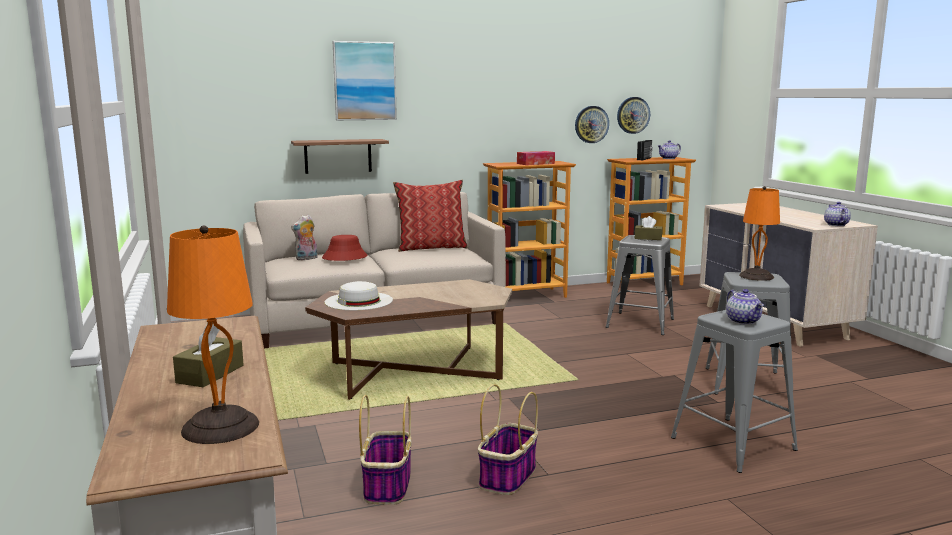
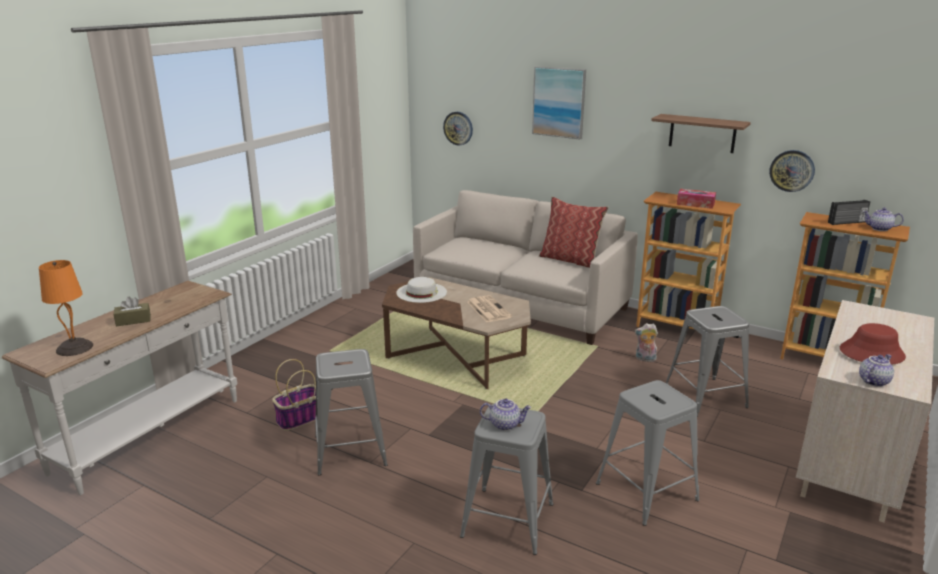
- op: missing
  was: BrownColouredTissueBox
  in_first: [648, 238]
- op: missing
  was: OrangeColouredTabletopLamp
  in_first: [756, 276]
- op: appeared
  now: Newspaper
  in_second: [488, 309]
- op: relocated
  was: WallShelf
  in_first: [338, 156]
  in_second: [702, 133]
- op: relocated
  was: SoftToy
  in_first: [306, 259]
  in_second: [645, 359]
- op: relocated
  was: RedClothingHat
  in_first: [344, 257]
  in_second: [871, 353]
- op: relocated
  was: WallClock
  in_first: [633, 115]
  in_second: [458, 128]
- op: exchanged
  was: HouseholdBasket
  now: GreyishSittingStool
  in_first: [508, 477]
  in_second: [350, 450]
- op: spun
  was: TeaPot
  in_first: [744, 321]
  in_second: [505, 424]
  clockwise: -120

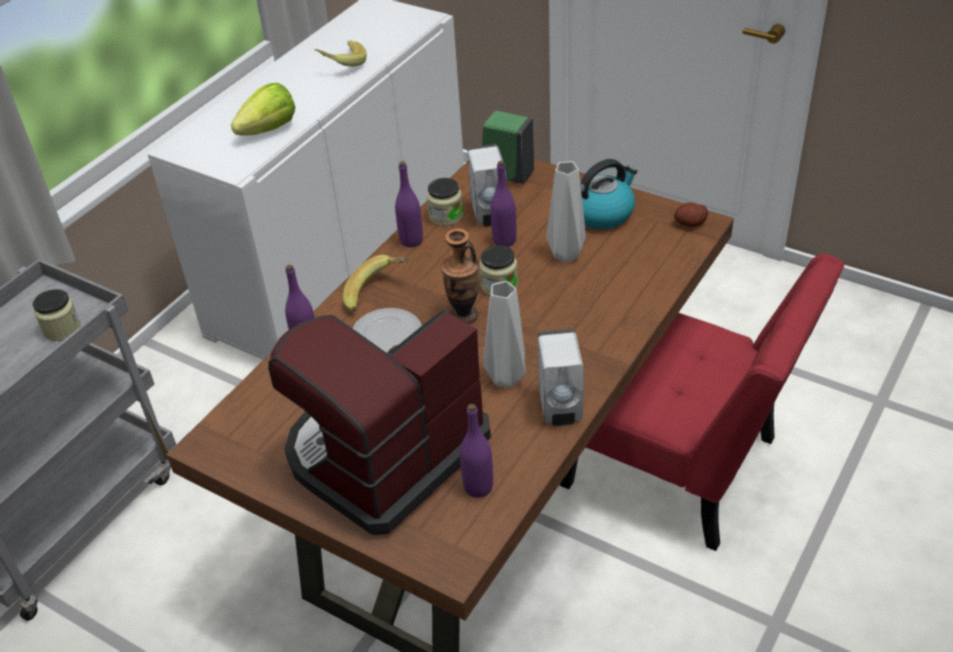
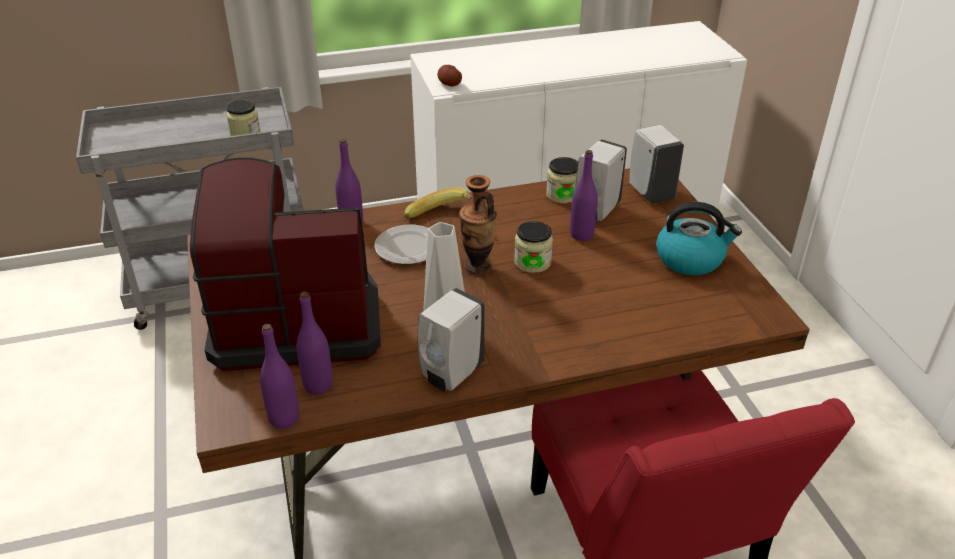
- op: missing
  was: LettuceHead
  in_first: [269, 129]
- op: missing
  was: Banana
  in_first: [341, 64]
- op: missing
  was: GreyishFlowerVase
  in_first: [568, 254]
- op: relocated
  was: PurplishDrinkBottle
  in_first: [411, 241]
  in_second: [284, 418]
- op: relocated
  was: Spud
  in_first: [690, 223]
  in_second: [449, 84]
- op: colour
  was: GreenSoapBottle
  now: WhitishSoapBottle
  in_first: [507, 175]
  in_second: [650, 192]

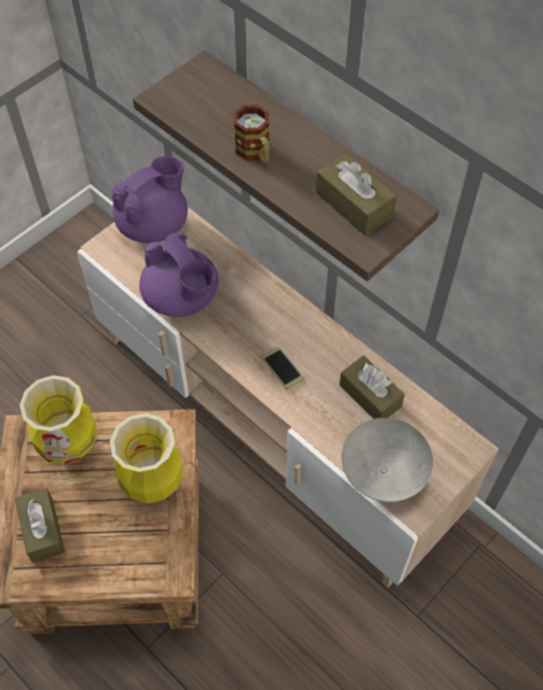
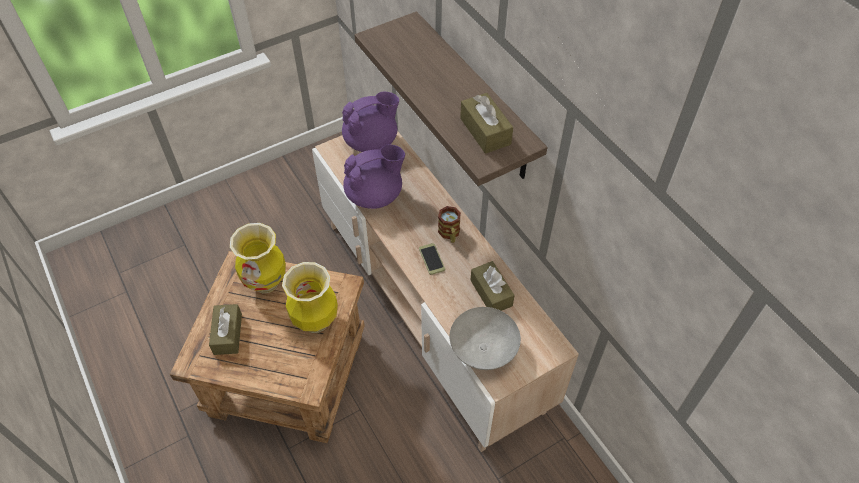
- op: relocated
  was: CoffeeMug
  in_first: [255, 153]
  in_second: [450, 234]
- op: spun
  was: PurplishTeaPot
  in_first: [182, 298]
  in_second: [375, 195]
  clockwise: -90

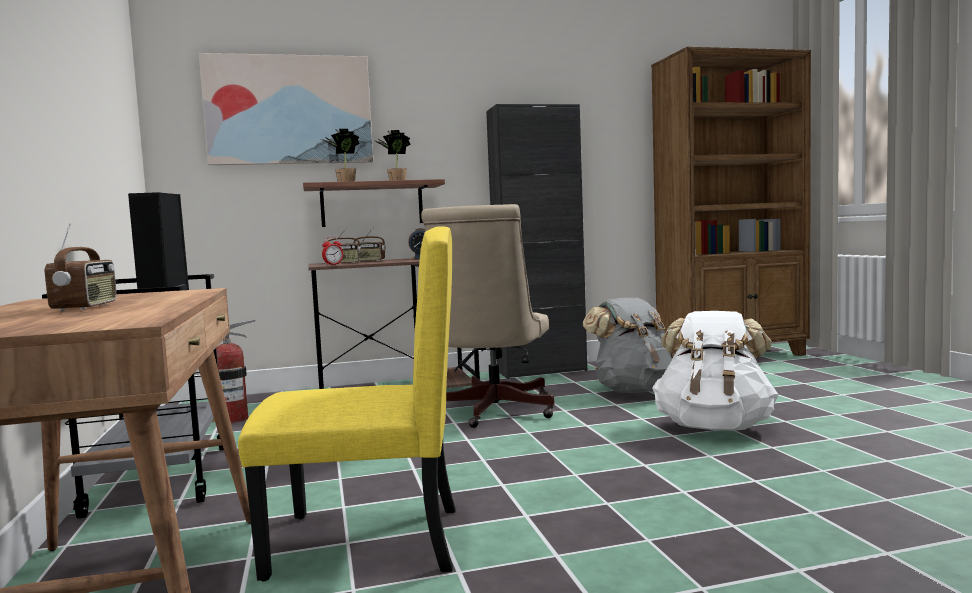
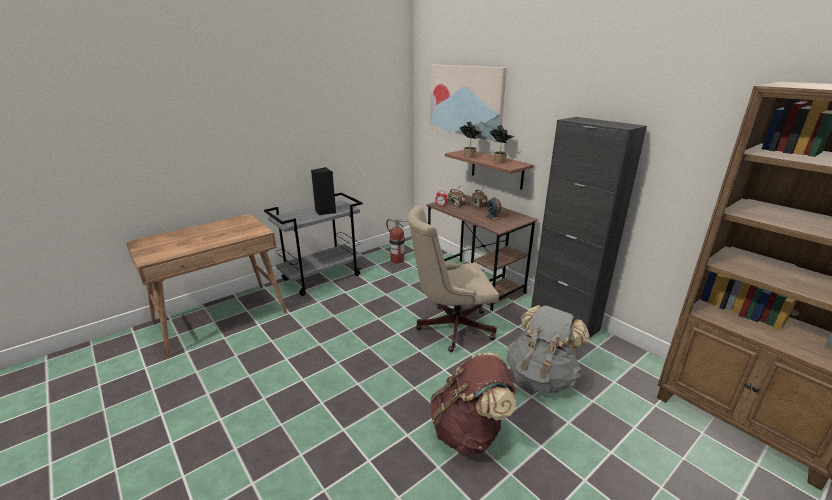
- op: missing
  was: Radio
  in_first: [86, 307]
- op: missing
  was: YellowChair
  in_first: [366, 542]
- op: colour
  was: WhitishRucksack
  now: BrownColouredRucksack
  in_first: [714, 427]
  in_second: [469, 431]

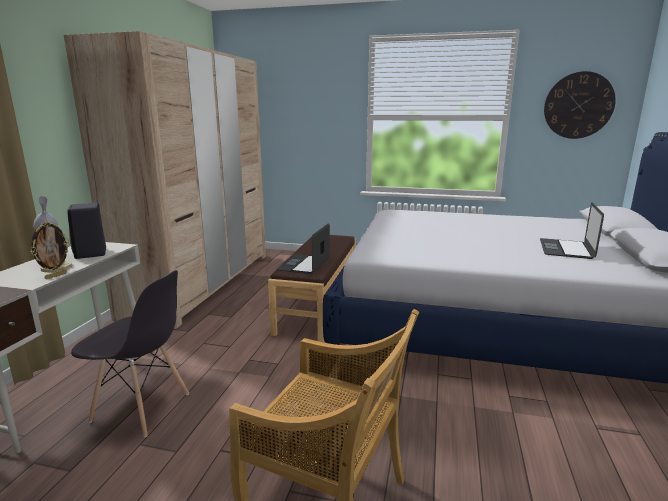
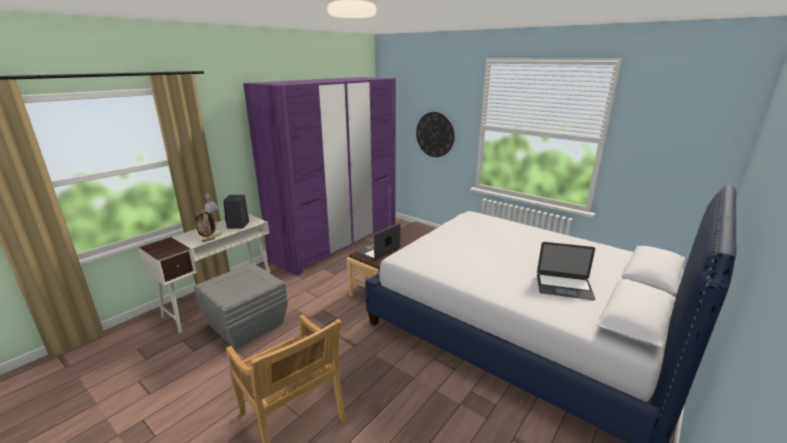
- op: relocated
  was: WallClock
  in_first: [578, 105]
  in_second: [435, 134]
- op: exchanged
  was: GreyishChair
  now: GreyishStorageBox
  in_first: [142, 408]
  in_second: [246, 325]
- op: colour
  was: SandColouredClothesCupboard
  now: PurplishClothesCupboard
  in_first: [203, 282]
  in_second: [337, 242]
- op: spun
  was: Laptop
  in_first: [566, 249]
  in_second: [564, 286]
  clockwise: -120

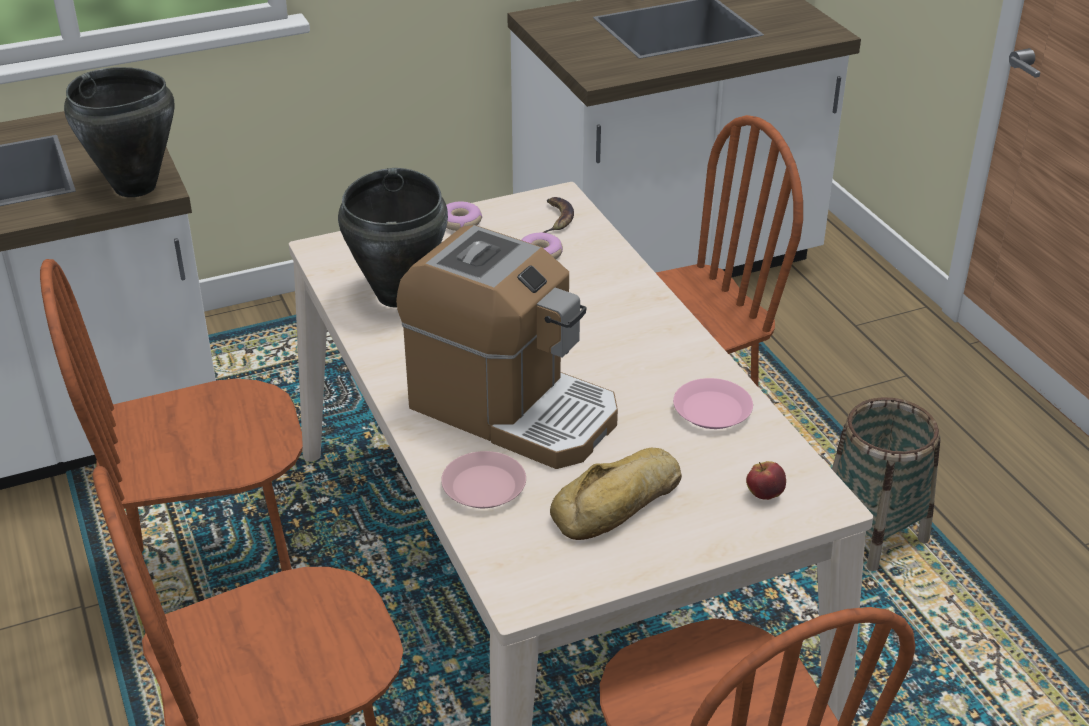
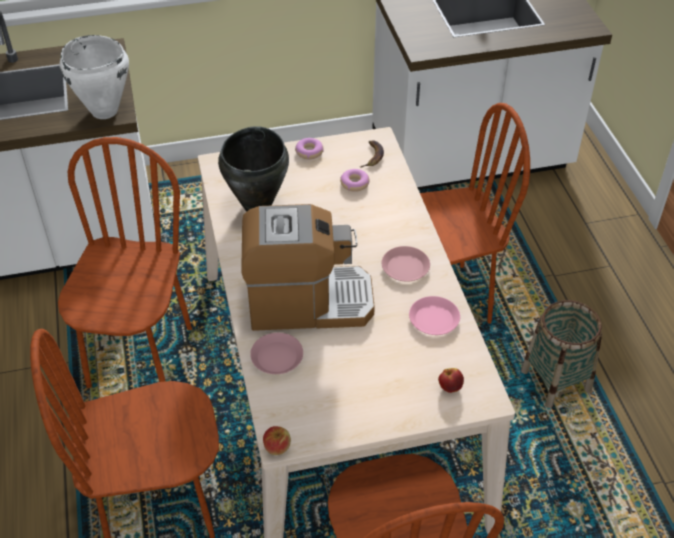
- op: missing
  was: Bread
  in_first: [620, 505]
- op: appeared
  now: AppleFruit
  in_second: [277, 447]
- op: appeared
  now: PinkishPlate
  in_second: [405, 268]
- op: colour
  was: BlackColouredStockpot
  now: WhitishStockpot
  in_first: [135, 188]
  in_second: [104, 111]
- op: spun
  was: BrownColouredChair
  in_first: [216, 582]
  in_second: [139, 357]
  clockwise: 105
- op: spun
  was: CoffeeMachine
  in_first: [512, 409]
  in_second: [308, 302]
  clockwise: -45

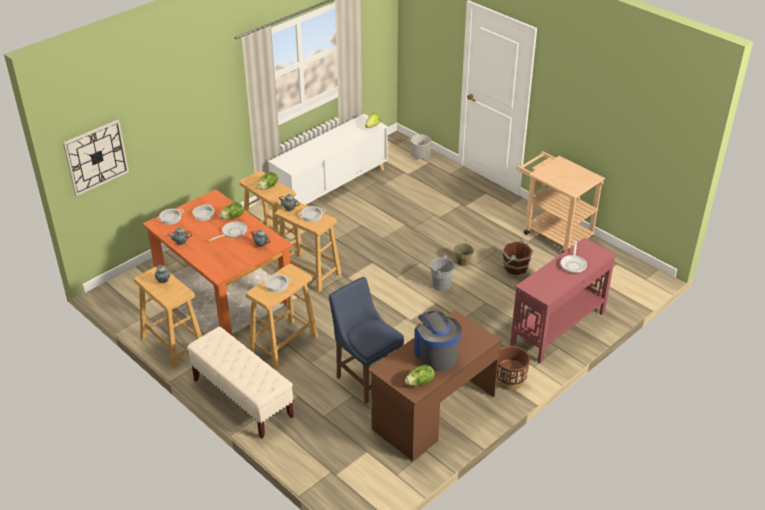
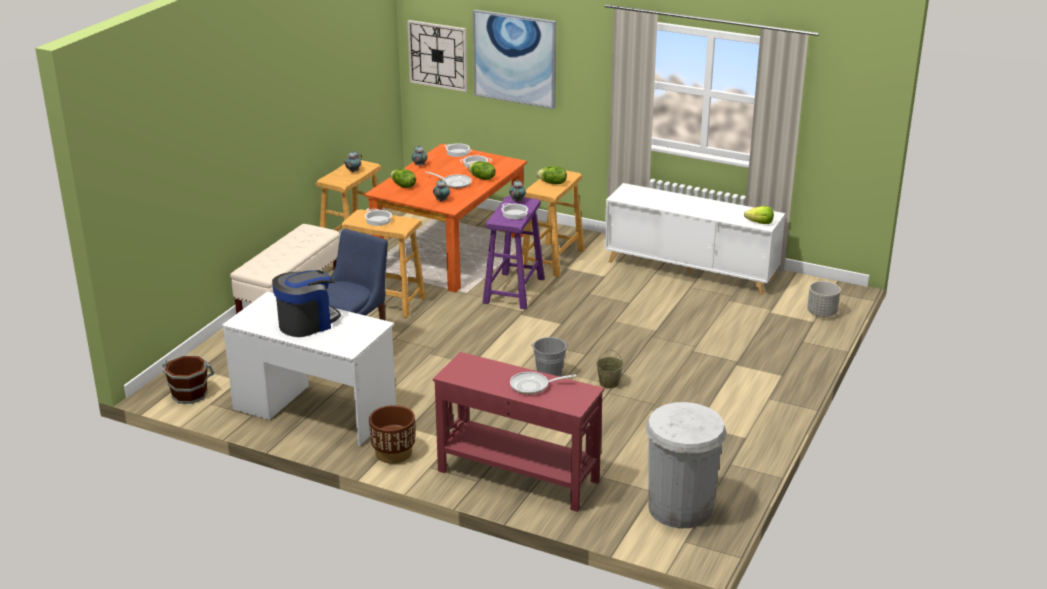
- op: missing
  was: SandColouredCart
  in_first: [553, 232]
- op: appeared
  now: WallArt
  in_second: [515, 58]
- op: appeared
  now: WhitishWasteBin
  in_second: [680, 508]
- op: relocated
  was: LettuceHead
  in_first: [420, 382]
  in_second: [403, 186]
- op: relocated
  was: BrownColouredWaterBucket
  in_first: [515, 269]
  in_second: [189, 394]
- op: colour
  was: SandColouredSittingStool
  now: PurplishSittingStool
  in_first: [309, 272]
  in_second: [513, 291]
- op: colour
  was: BrownColouredDeskUnit
  now: WhitishDeskUnit
  in_first: [433, 412]
  in_second: [314, 410]

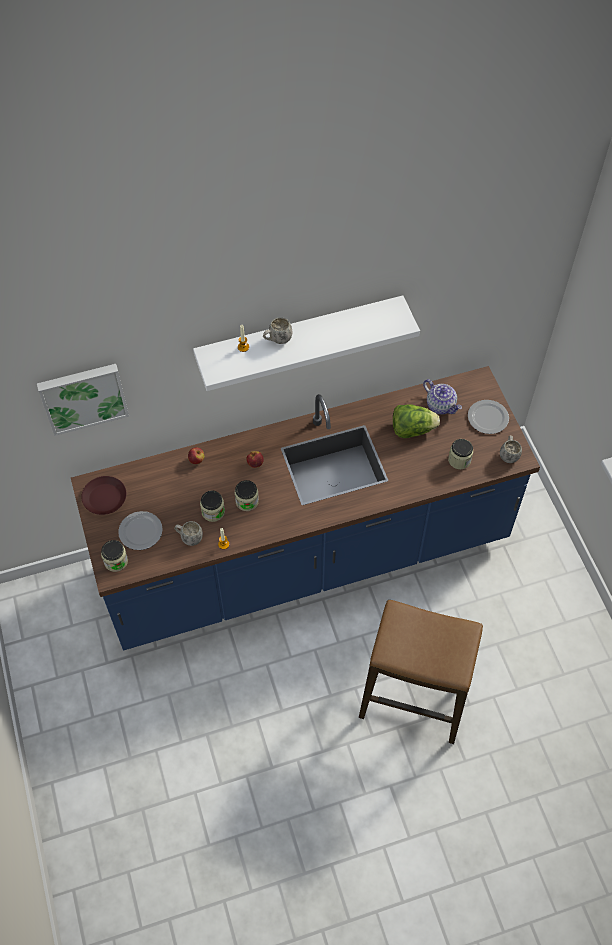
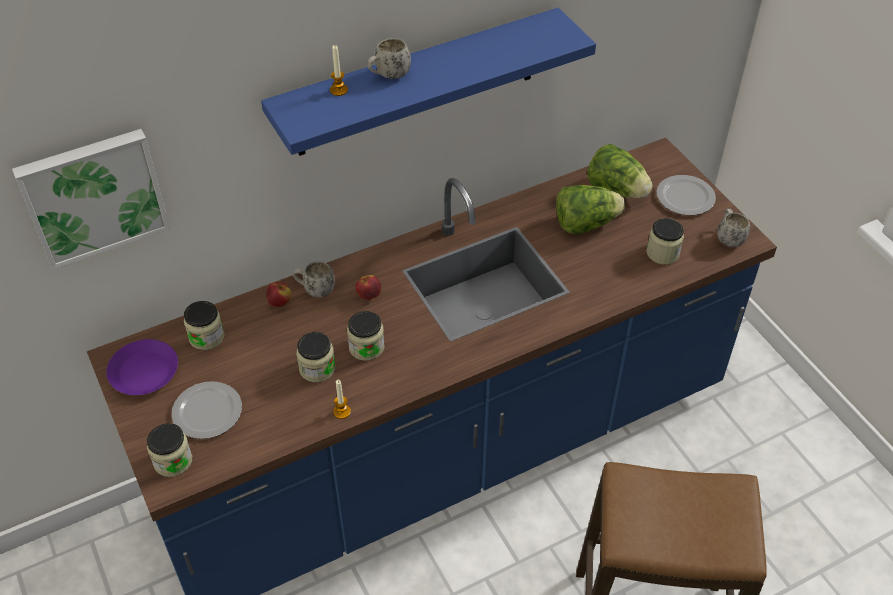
- op: appeared
  now: Jar
  in_second: [206, 337]
- op: relocated
  was: WhitishCoffeeMug
  in_first: [189, 538]
  in_second: [315, 290]
- op: exchanged
  was: TeaPot
  now: LettuceHead
  in_first: [441, 405]
  in_second: [616, 190]
- op: colour
  was: BrownColouredPlate
  now: PurplishPlate
  in_first: [104, 498]
  in_second: [143, 373]
- op: colour
  was: WhitishWallShelf
  now: BlueColouredWallShelf
  in_first: [299, 337]
  in_second: [417, 83]

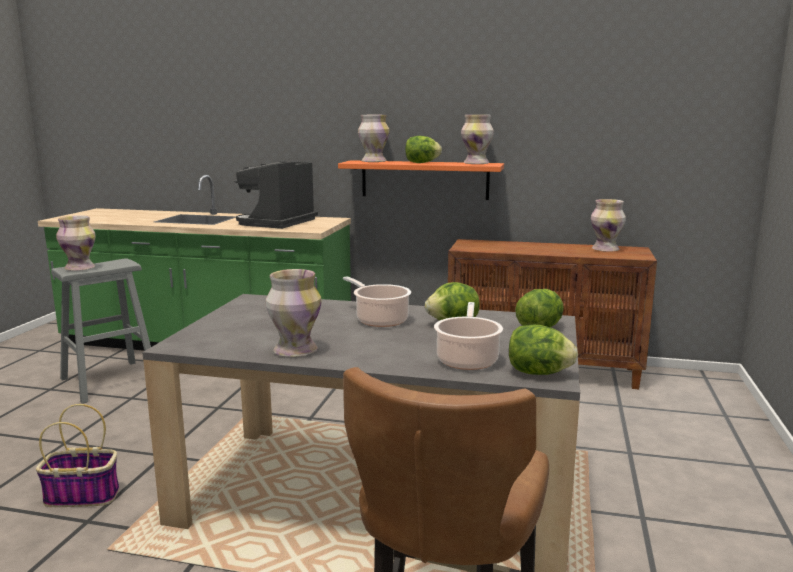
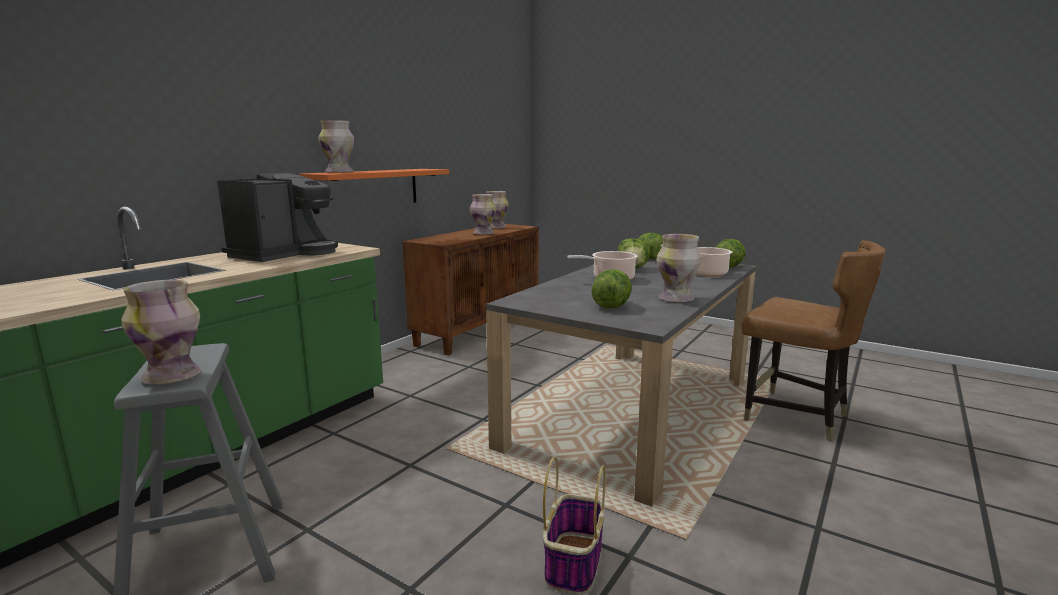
- op: relocated
  was: LettuceHead
  in_first: [421, 163]
  in_second: [611, 306]
- op: relocated
  was: FlowerVase
  in_first: [476, 163]
  in_second: [484, 233]
- op: spun
  was: CoffeeMachine
  in_first: [277, 223]
  in_second: [285, 253]
  clockwise: -105

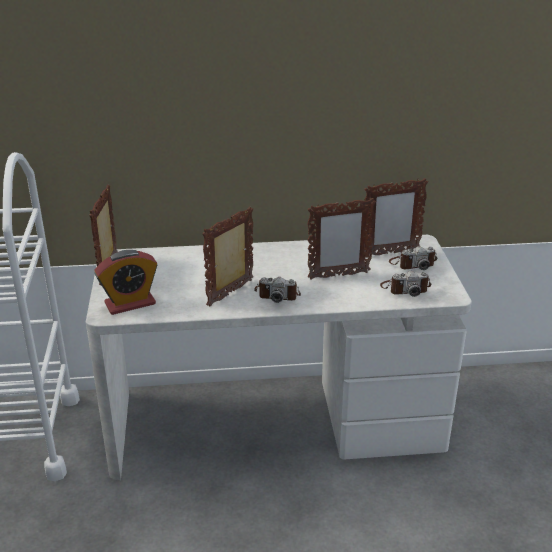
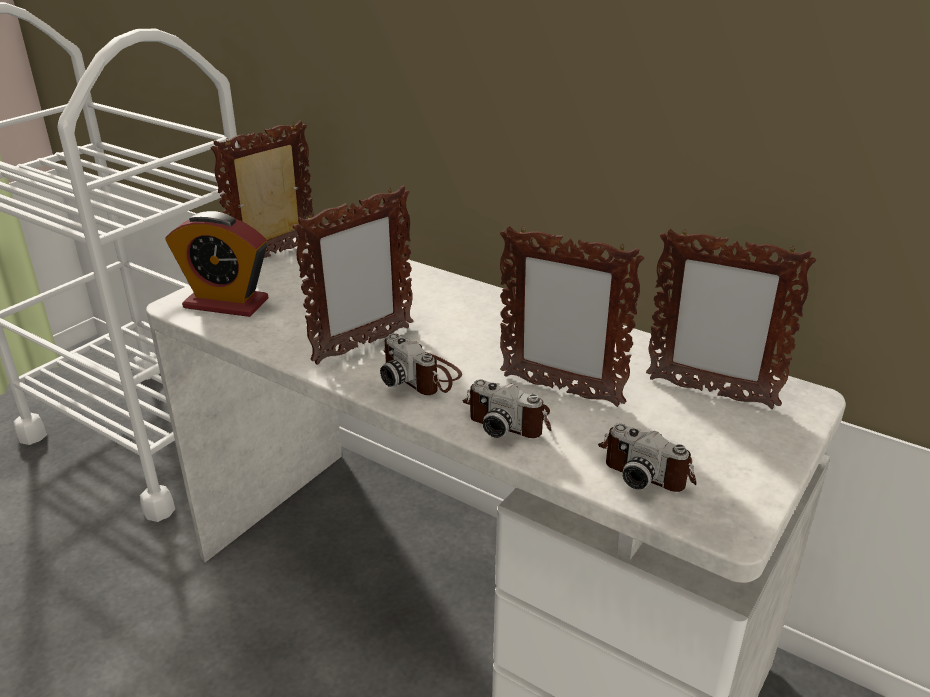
- op: relocated
  was: PhotoCamera
  in_first: [412, 263]
  in_second: [510, 418]
- op: spun
  was: StandingFrame
  in_first: [231, 293]
  in_second: [362, 345]
  clockwise: 150

